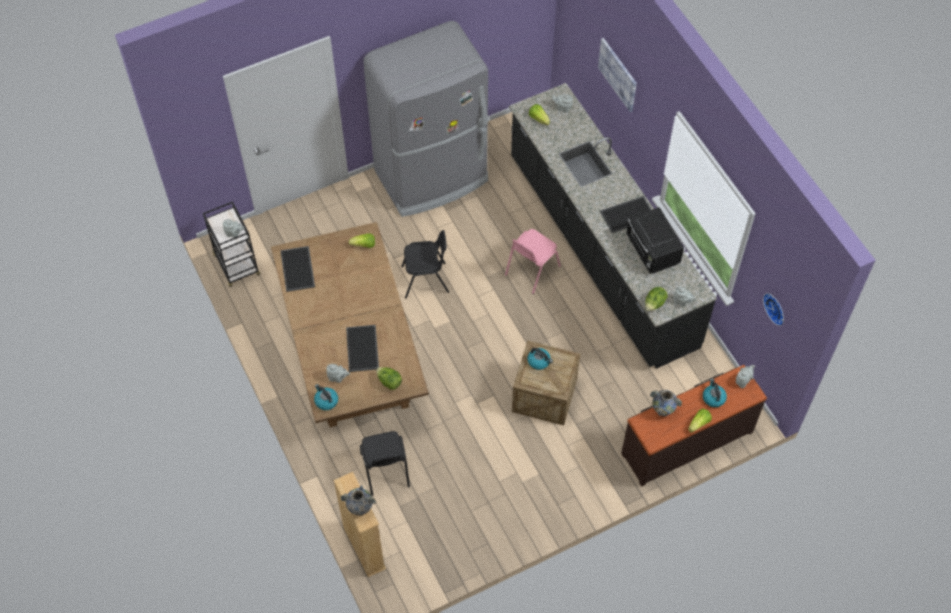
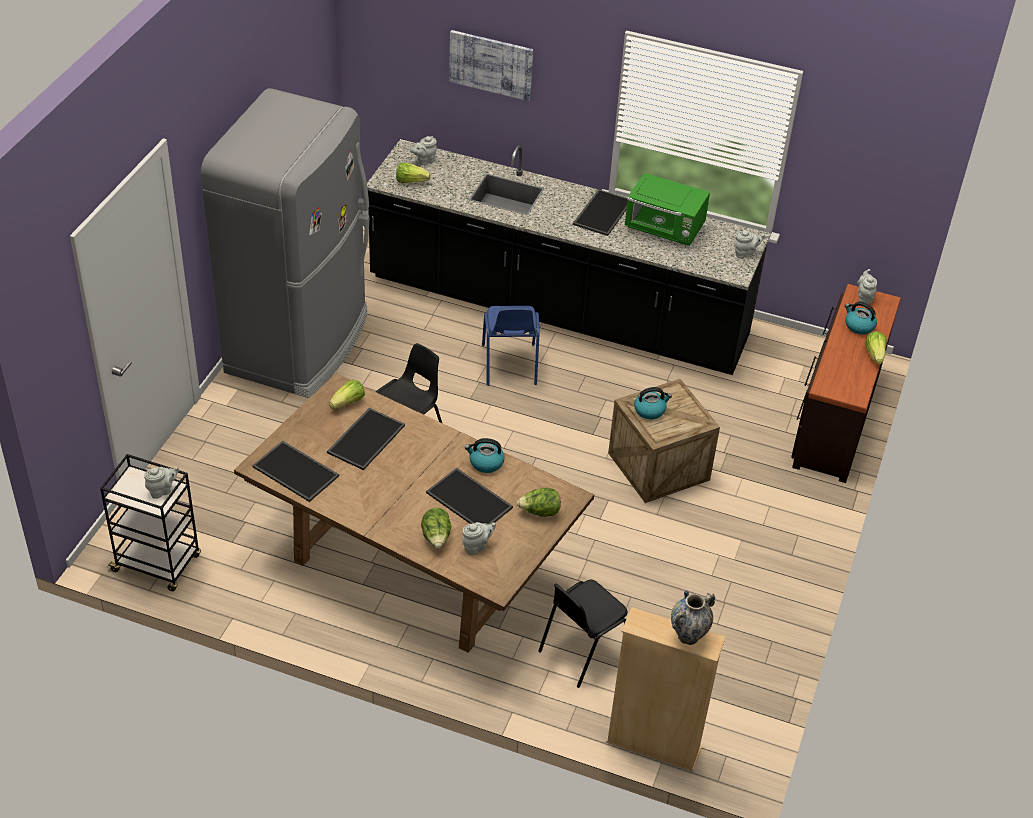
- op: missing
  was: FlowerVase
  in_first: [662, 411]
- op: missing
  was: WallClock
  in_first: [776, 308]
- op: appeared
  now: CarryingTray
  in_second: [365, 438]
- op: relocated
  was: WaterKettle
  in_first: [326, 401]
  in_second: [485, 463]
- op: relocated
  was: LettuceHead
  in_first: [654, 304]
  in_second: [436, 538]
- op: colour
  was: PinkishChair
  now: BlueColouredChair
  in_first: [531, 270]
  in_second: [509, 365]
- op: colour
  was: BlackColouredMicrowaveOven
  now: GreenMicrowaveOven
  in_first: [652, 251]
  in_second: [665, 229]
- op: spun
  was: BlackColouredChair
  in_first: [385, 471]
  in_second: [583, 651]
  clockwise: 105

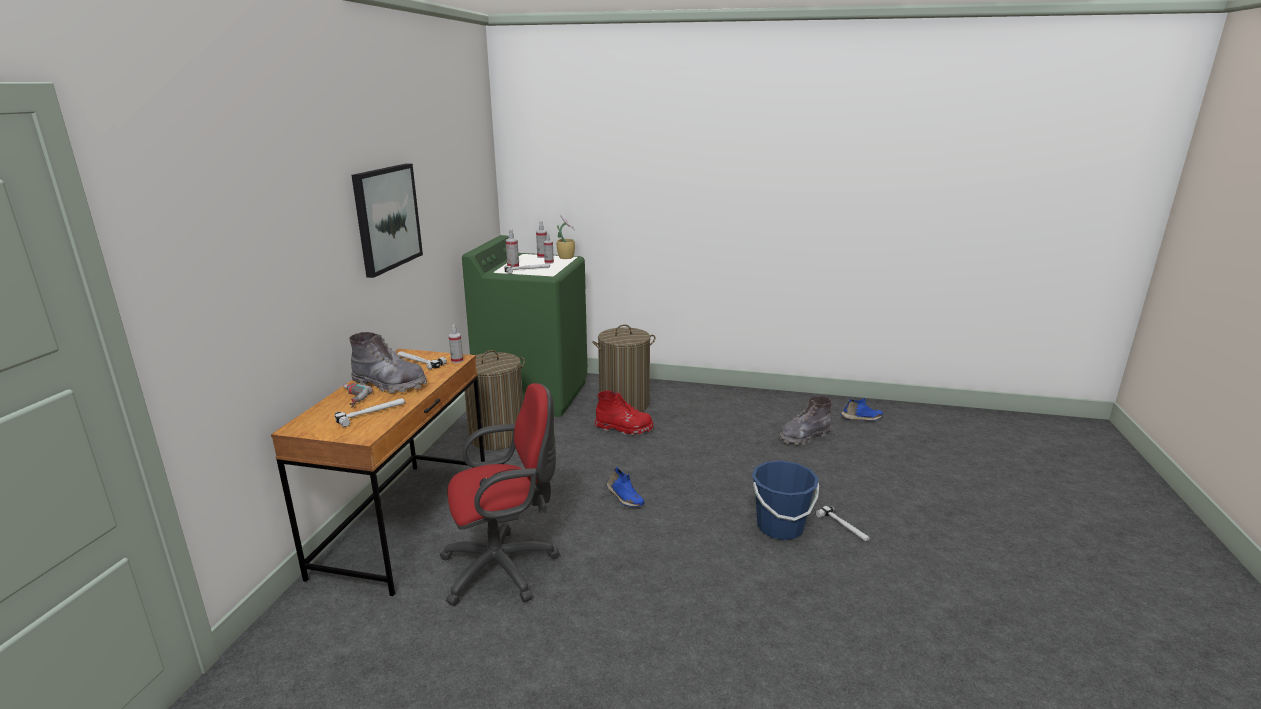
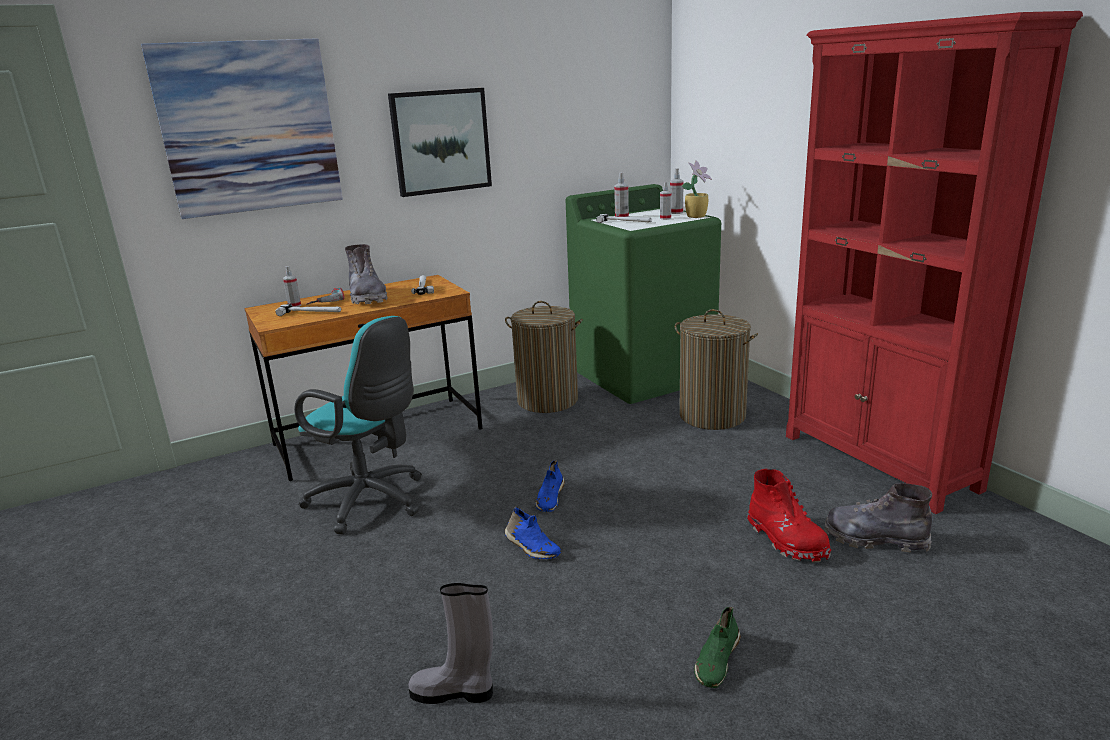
- op: missing
  was: BlueColouredWaterBucket
  in_first: [780, 527]
- op: appeared
  now: WallArt
  in_second: [249, 128]
- op: appeared
  now: GreyishBoot
  in_second: [454, 692]
- op: appeared
  now: RedBookcase
  in_second: [879, 462]
- op: relocated
  was: HandSprayer
  in_first: [457, 360]
  in_second: [294, 306]
- op: relocated
  was: RedBoot
  in_first: [624, 428]
  in_second: [786, 540]
- op: relocated
  was: BlueColouredItemOfFootwear
  in_first: [861, 418]
  in_second: [531, 547]
- op: exchanged
  was: Hammer
  now: GreenItemOfFootwear
  in_first: [843, 527]
  in_second: [716, 660]
- op: colour
  was: RedComputerChair
  now: TurquoiseColouredComputerChair
  in_first: [505, 568]
  in_second: [372, 502]

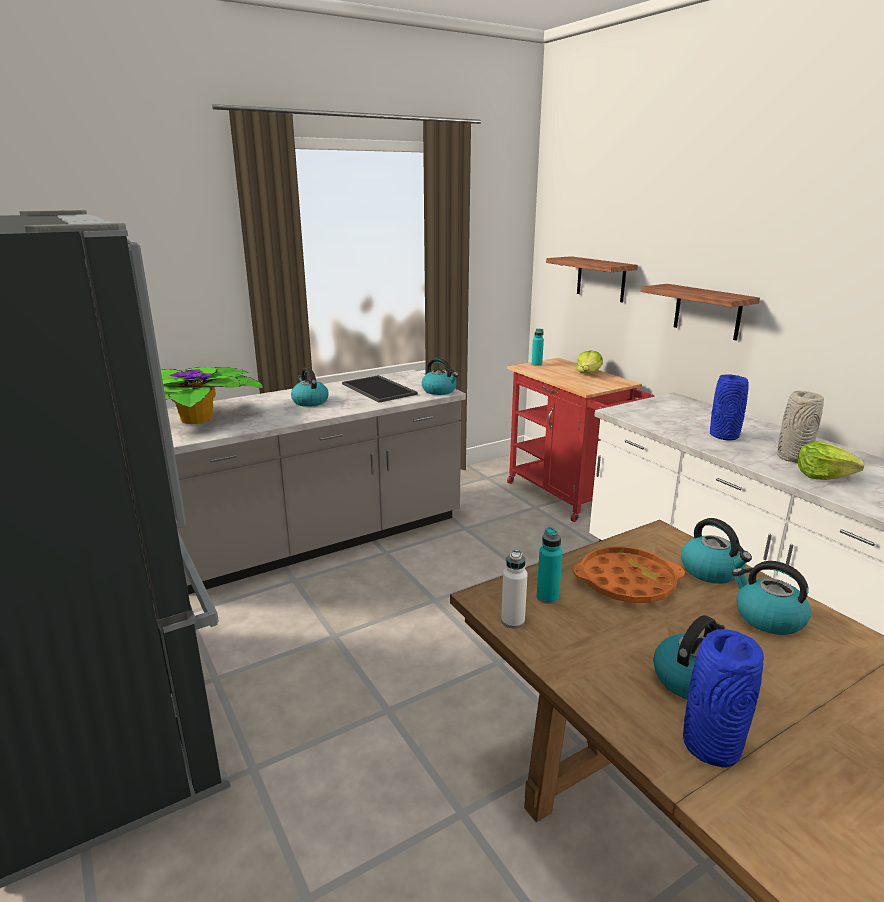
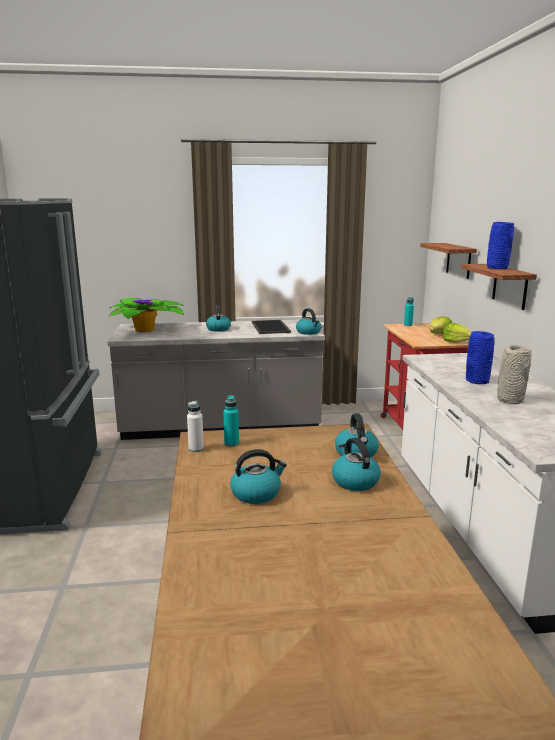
- op: missing
  was: OrangeColouredCarryingTray
  in_first: [626, 582]
- op: relocated
  was: BlueColouredFlowerVase
  in_first: [710, 746]
  in_second: [496, 268]
- op: relocated
  was: LettuceHead
  in_first: [822, 476]
  in_second: [456, 342]

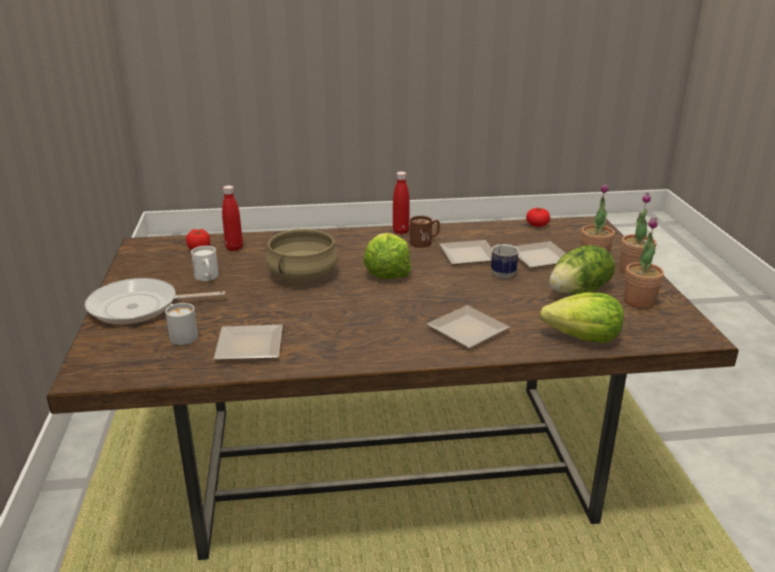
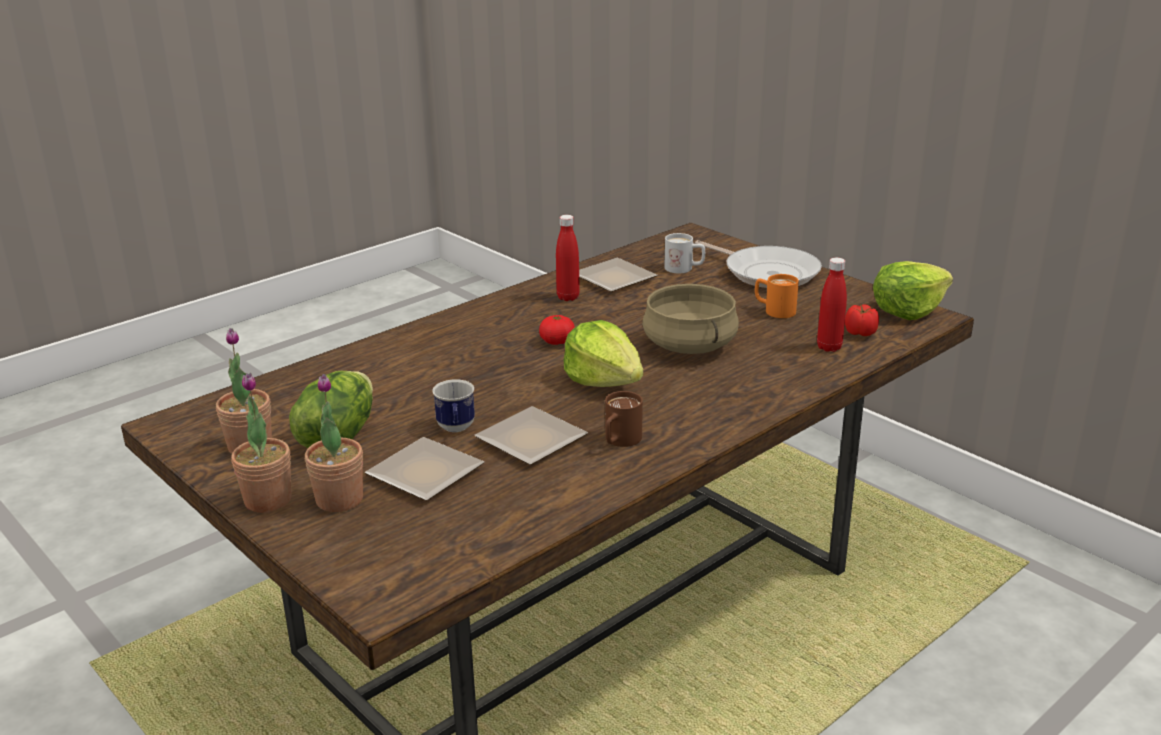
- op: missing
  was: Plate
  in_first: [464, 330]
- op: relocated
  was: RedDrinkBottle
  in_first: [400, 231]
  in_second: [568, 297]
- op: relocated
  was: Tomato
  in_first: [537, 225]
  in_second: [557, 341]
- op: relocated
  was: LettuceHead
  in_first: [583, 337]
  in_second: [908, 310]
- op: colour
  was: WhitishCoffeeMug
  now: OrangeColouredCoffeeMug
  in_first: [207, 278]
  in_second: [774, 310]
- op: spun
  was: FryingPan
  in_first: [139, 307]
  in_second: [767, 272]
  clockwise: 90

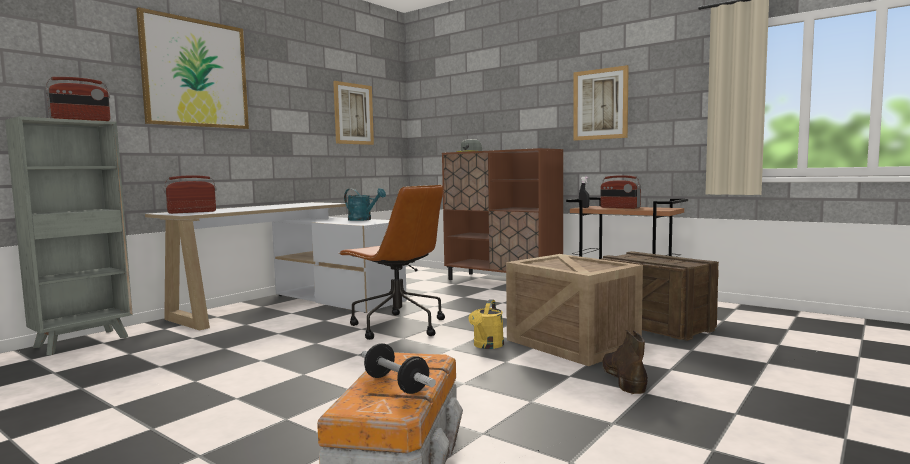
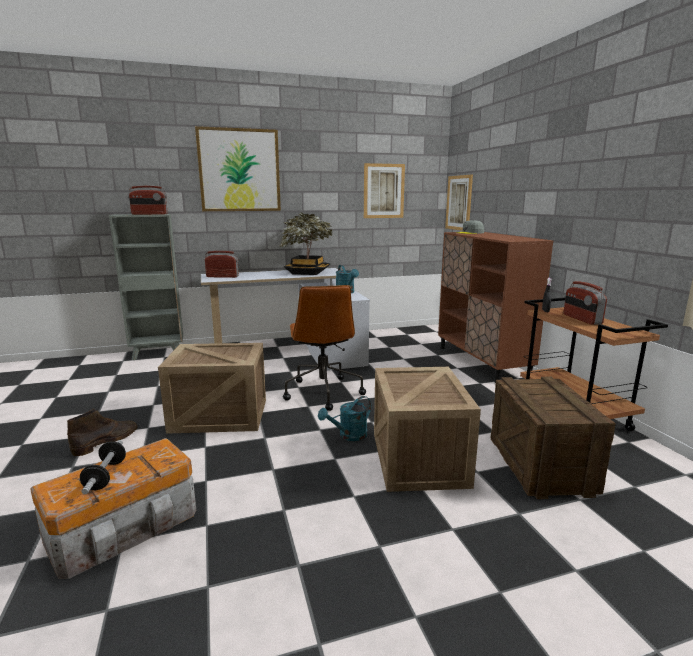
- op: appeared
  now: PackingCrate
  in_second: [221, 415]
- op: appeared
  now: PottedPlant
  in_second: [307, 272]
- op: relocated
  was: WallArt
  in_first: [600, 104]
  in_second: [459, 203]
- op: relocated
  was: BrownColouredBoot
  in_first: [622, 378]
  in_second: [106, 441]
- op: colour
  was: YellowWateringCan
  now: TurquoiseColouredWateringCan
  in_first: [487, 346]
  in_second: [348, 436]

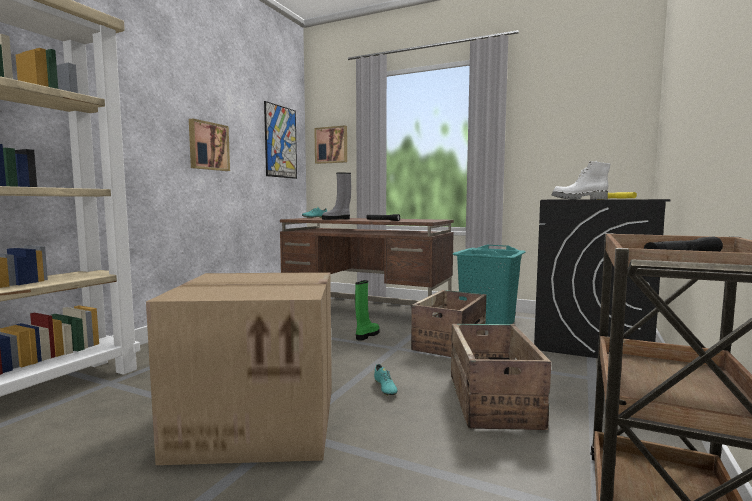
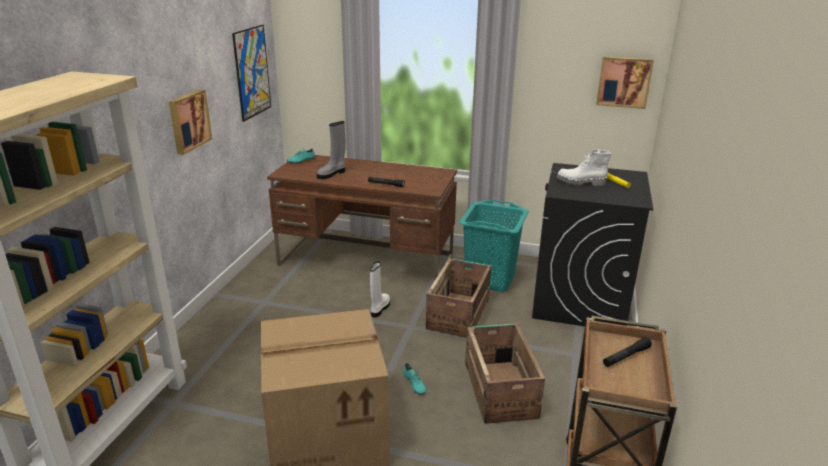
- op: relocated
  was: WallArt
  in_first: [331, 145]
  in_second: [624, 82]
- op: colour
  was: GreenBoot
  now: WhitishBoot
  in_first: [367, 335]
  in_second: [379, 308]

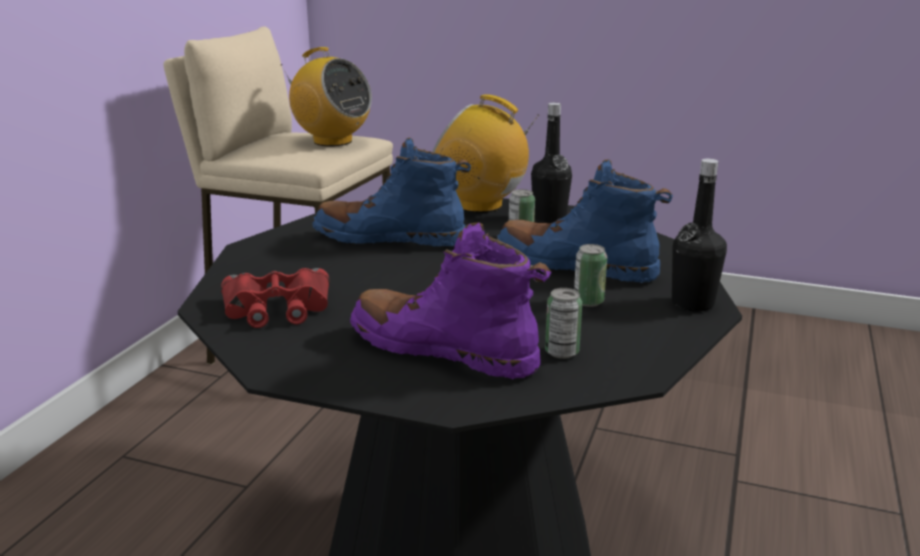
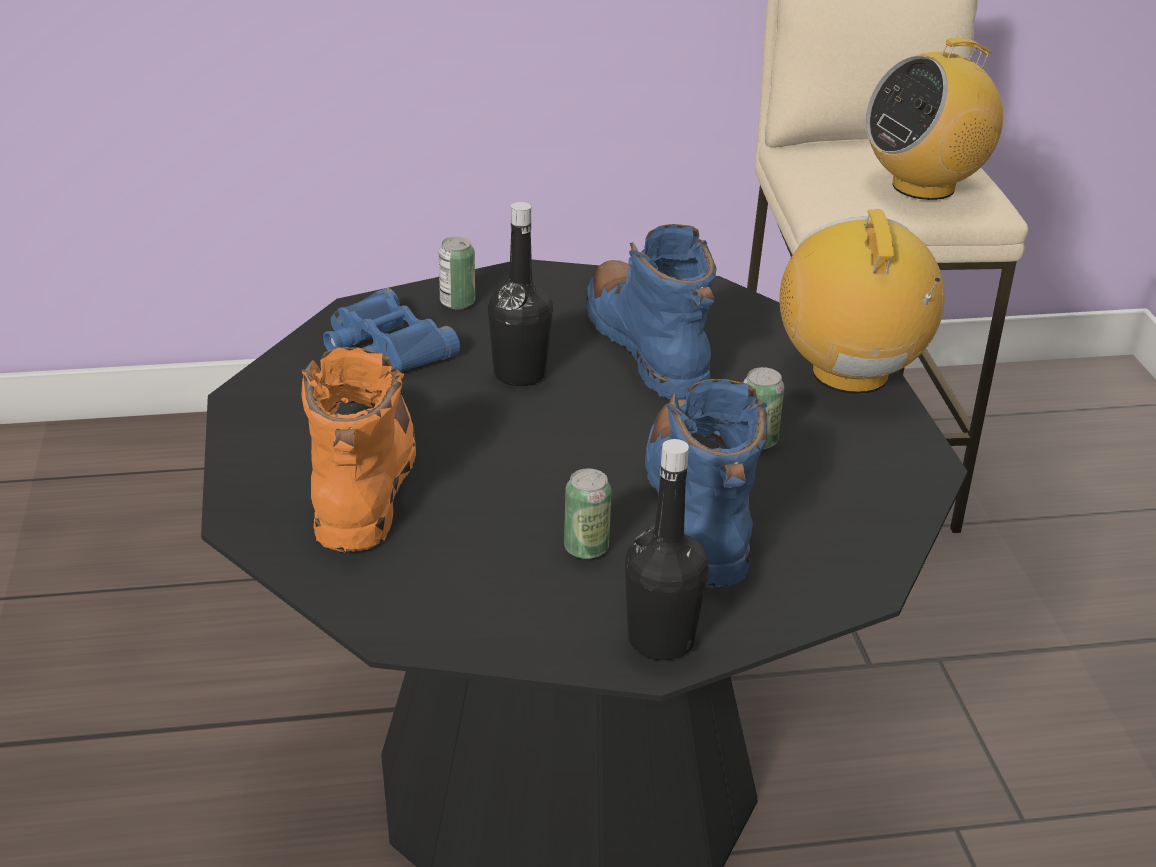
- op: relocated
  was: BlackColouredDrinkBottle
  in_first: [549, 219]
  in_second: [520, 374]
- op: relocated
  was: Can
  in_first: [562, 352]
  in_second: [457, 303]
- op: colour
  was: RedBinoculars
  now: BlueColouredBinoculars
  in_first: [277, 309]
  in_second: [384, 348]
- op: colour
  was: PurplishBoot
  now: OrangeColouredBoot
  in_first: [444, 350]
  in_second: [363, 479]
- op: spun
  was: Radio
  in_first: [332, 141]
  in_second: [924, 186]
  clockwise: 60

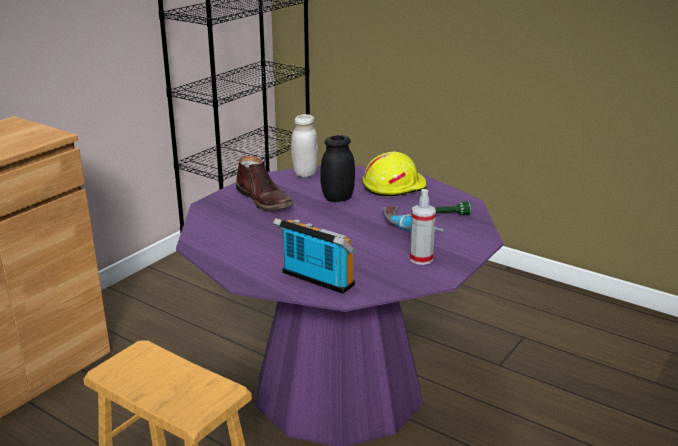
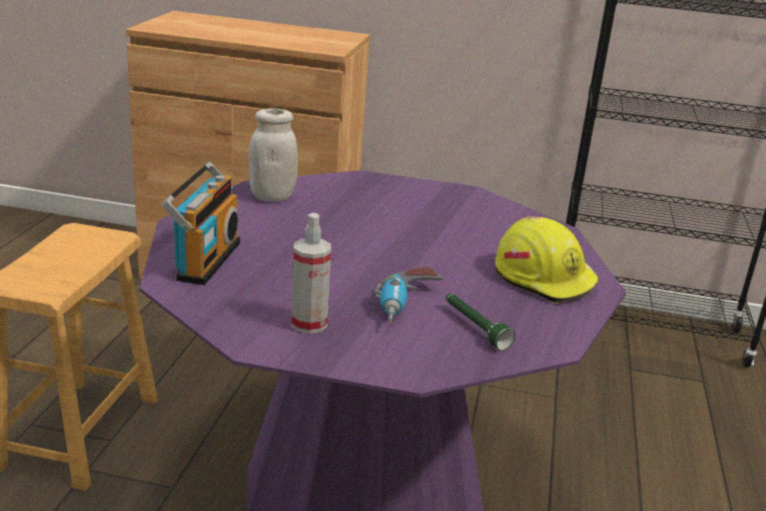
- op: missing
  was: BrownColouredBoot
  in_first: [265, 200]
- op: missing
  was: BlackColouredJar
  in_first: [338, 198]
- op: relocated
  was: WhitishJar
  in_first: [305, 173]
  in_second: [272, 197]

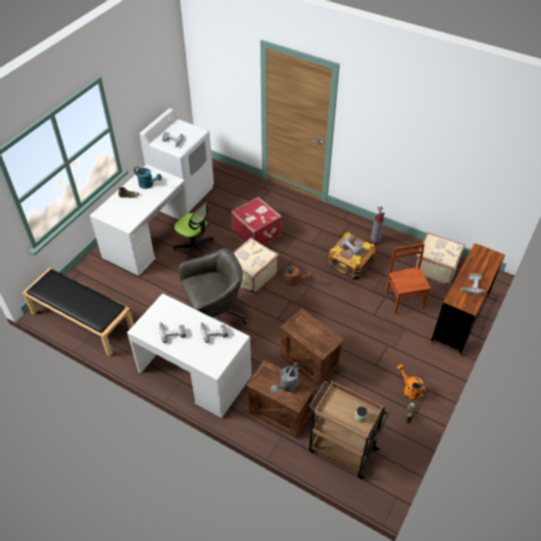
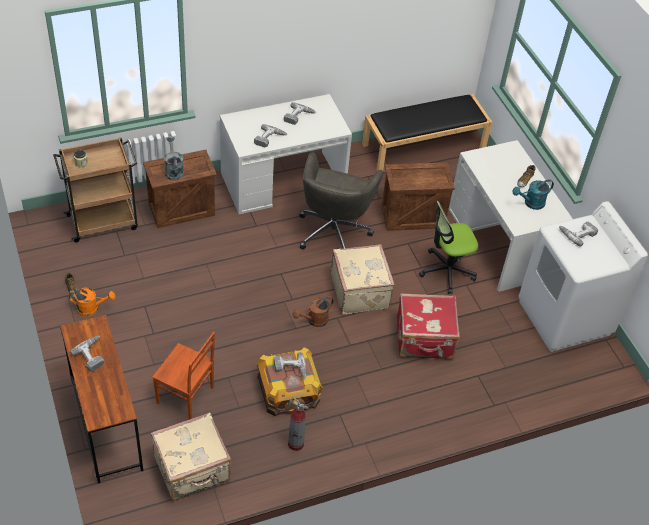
- op: relocated
  was: PackingCrate
  in_first: [308, 361]
  in_second: [413, 215]

